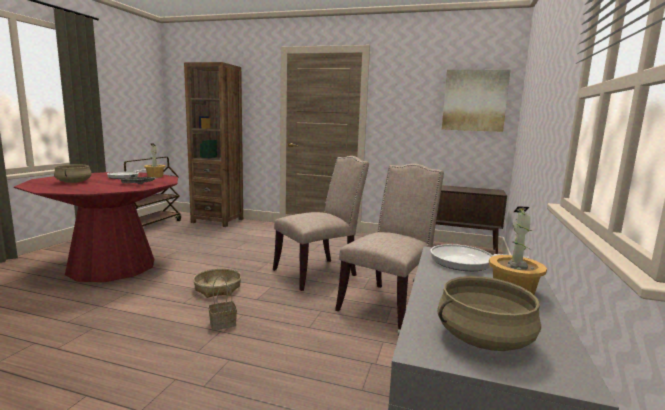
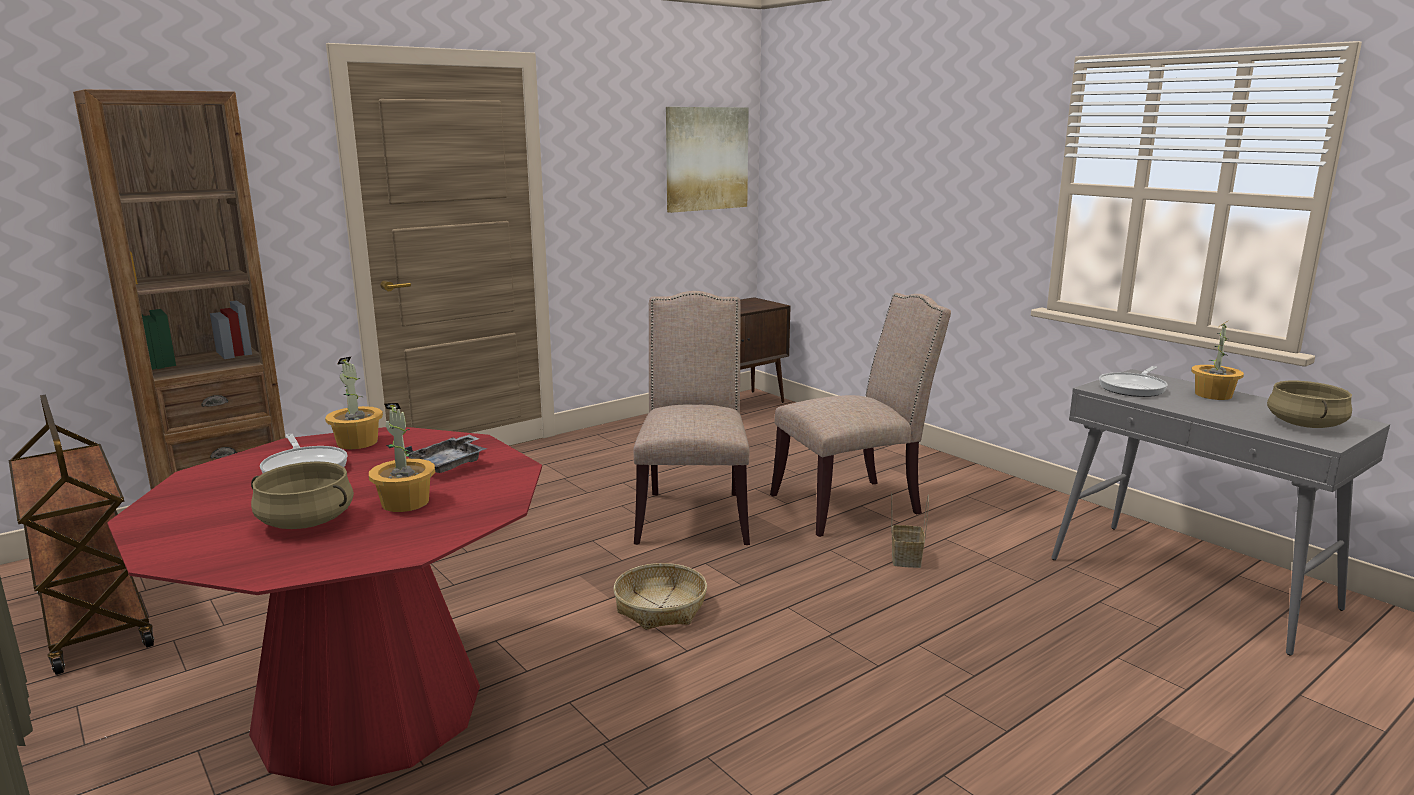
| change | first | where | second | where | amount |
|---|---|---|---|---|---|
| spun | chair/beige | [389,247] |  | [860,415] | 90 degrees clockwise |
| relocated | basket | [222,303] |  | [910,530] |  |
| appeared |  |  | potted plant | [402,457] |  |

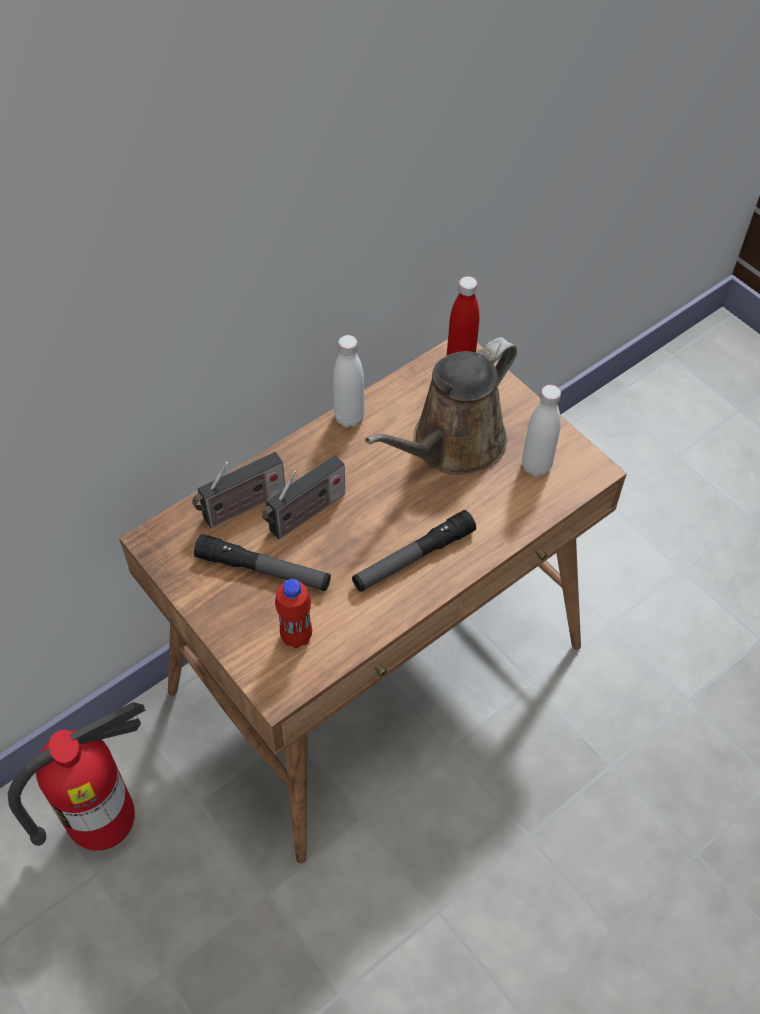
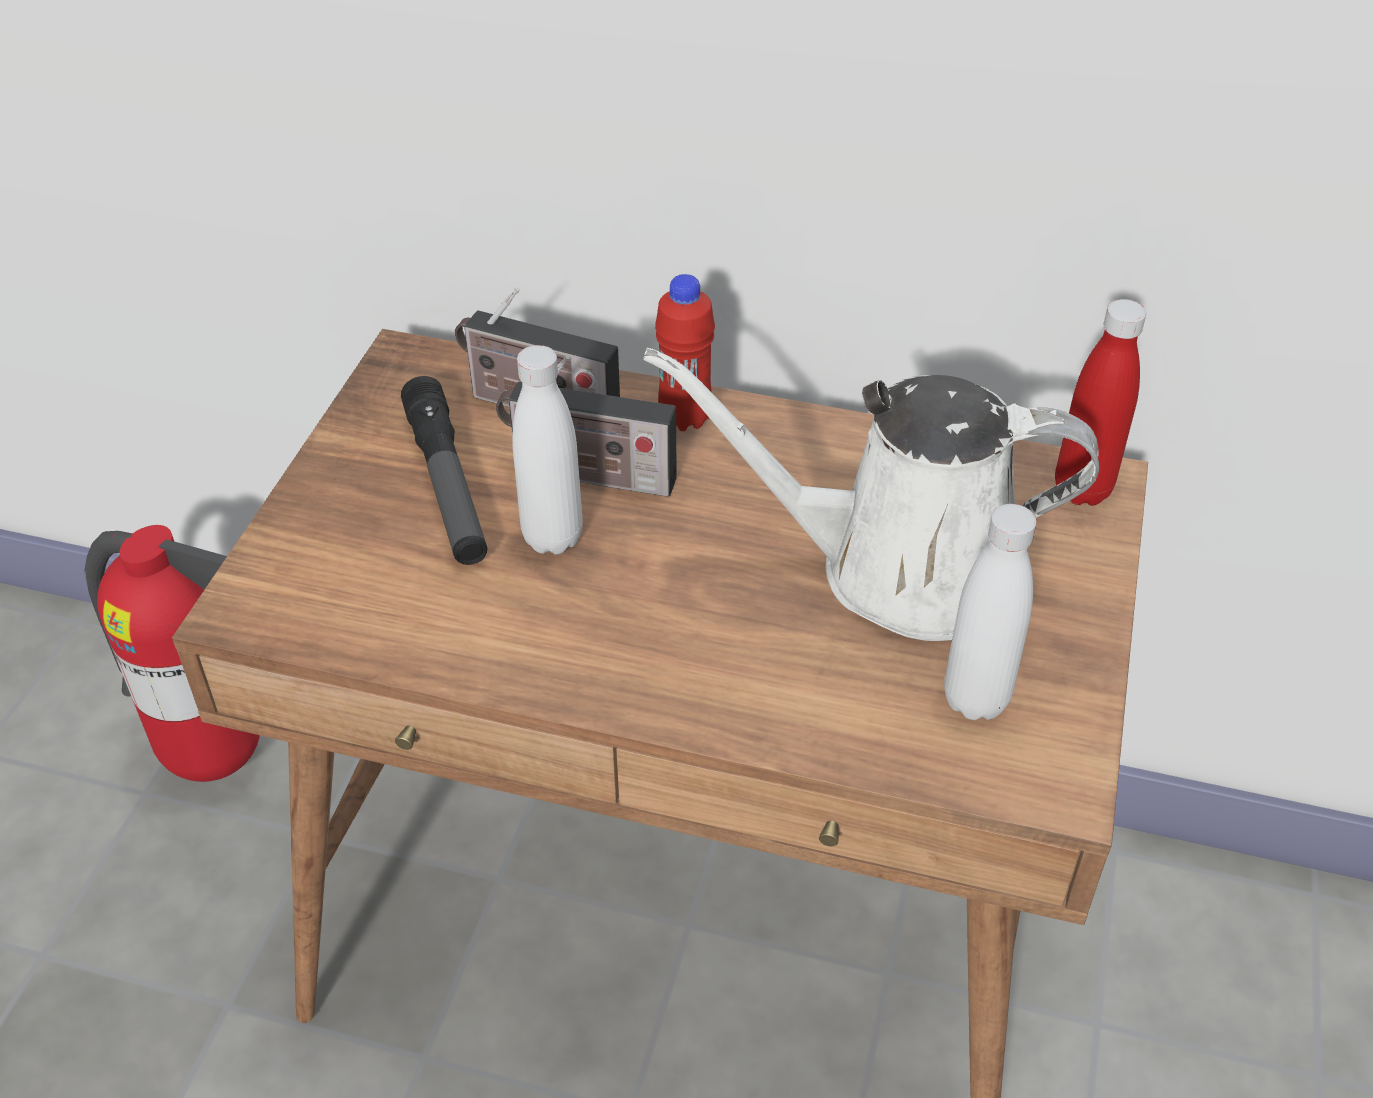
| change | first | where | second | where | amount |
|---|---|---|---|---|---|
| relocated | bottle/white | [348,381] |  | [547,449] |  |
| colour | watering can/brown | [441,406] | watering can/white | [871,494] |  |
| missing | flashlight | [414,551] |  |  |  |
| relocated | bottle/red | [293,613] |  | [685,352] |  |

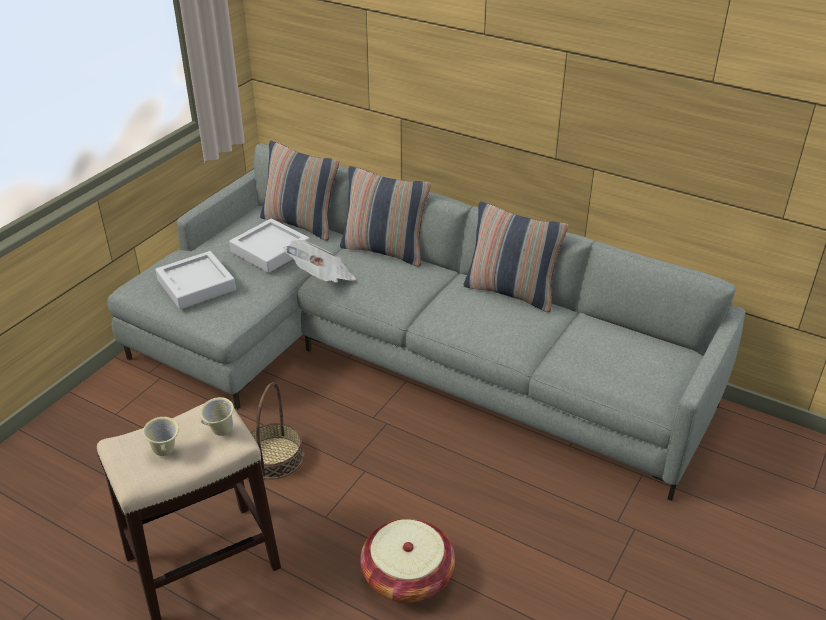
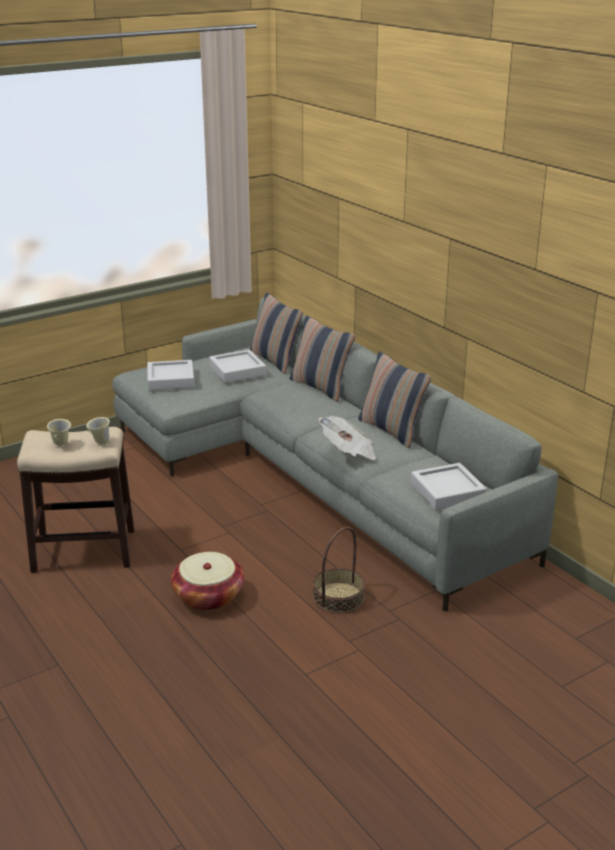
| change | first | where | second | where | amount |
|---|---|---|---|---|---|
| relocated | newspaper | [319,261] |  | [347,438] |  |
| relocated | basket | [276,430] |  | [339,570] |  |
| appeared |  |  | tray/grey | [449,486] |  |

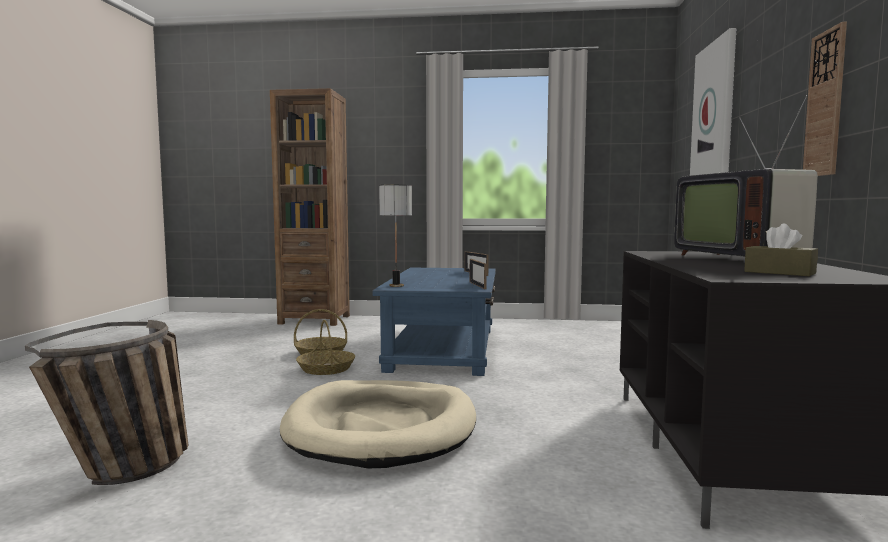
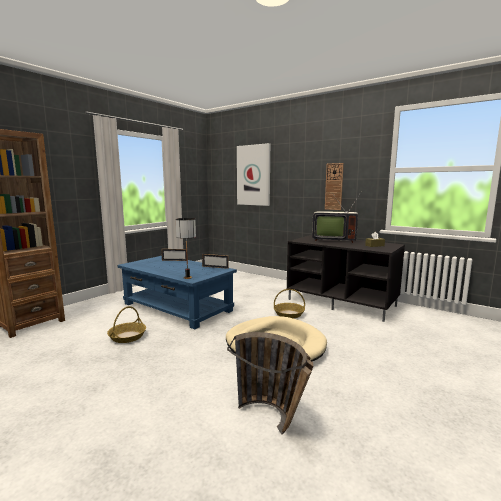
| change | first | where | second | where | amount |
|---|---|---|---|---|---|
| relocated | basket | [325,347] |  | [289,304] |  |

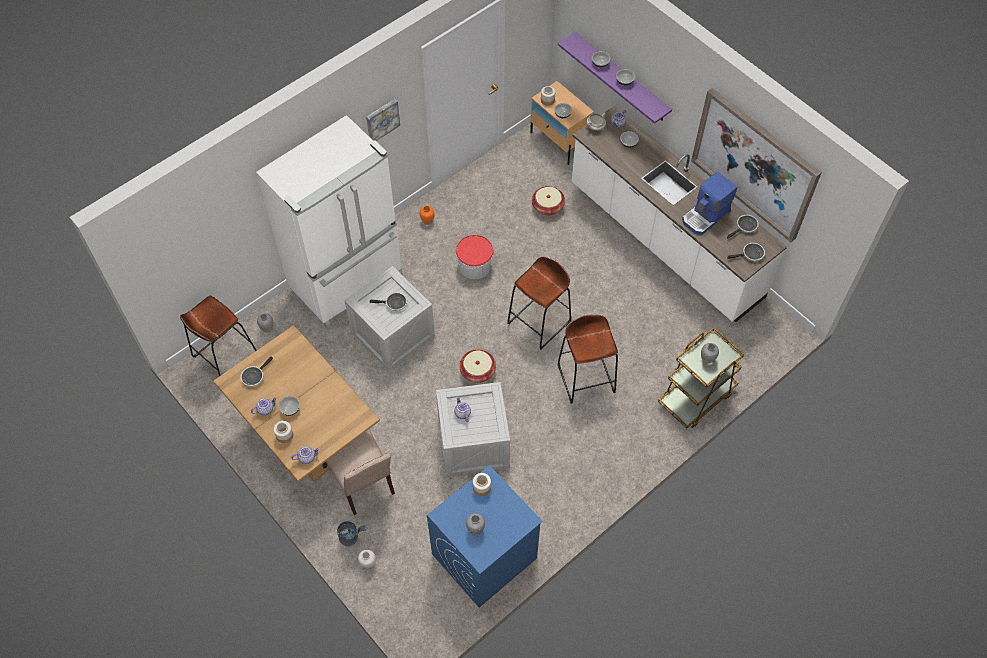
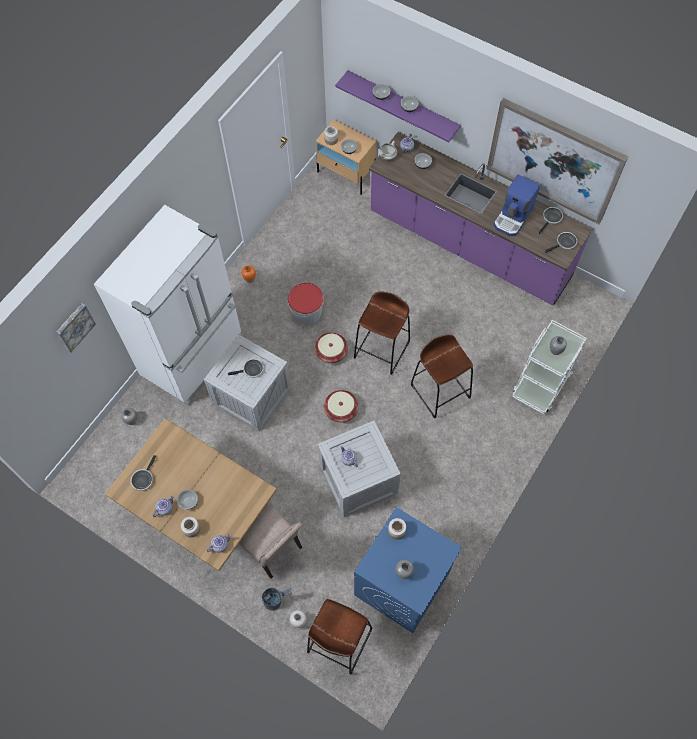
| change | first | where | second | where | amount |
|---|---|---|---|---|---|
| relocated | picture | [383,120] |  | [76,327] |  |
| colour | counter/white | [679,213] | counter/purple | [481,218] |  |
| relocated | basket | [548,201] |  | [331,347] |  |
| relocated | stool/brown | [218,336] |  | [339,637] |  |
| colour | cart/brown | [701,378] | cart/white | [549,367] |  |

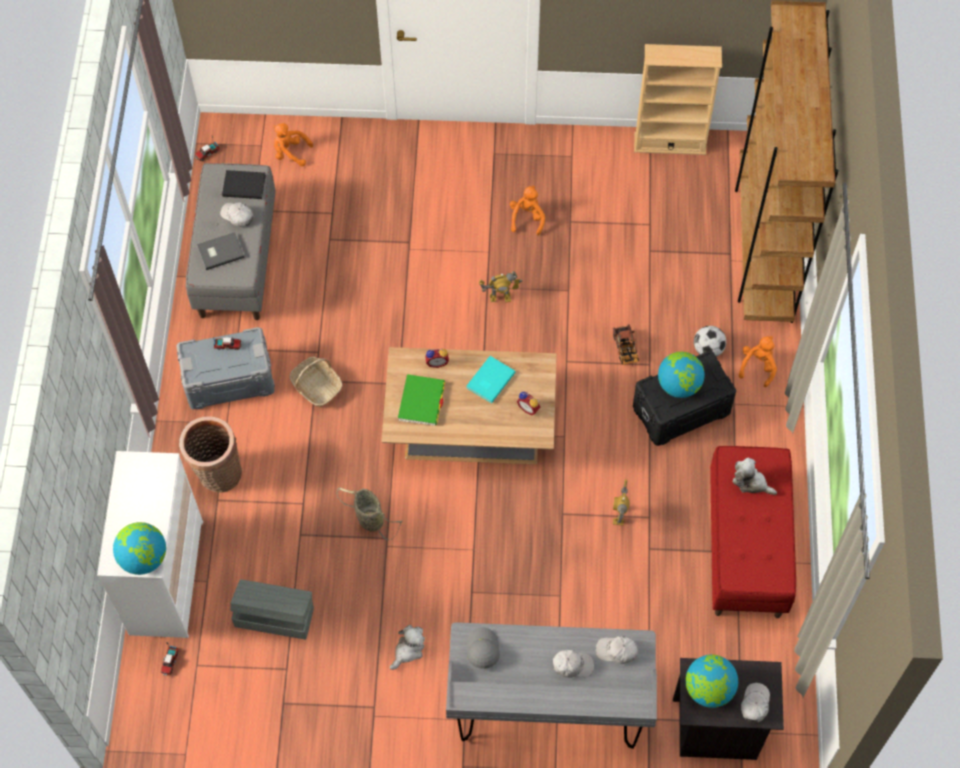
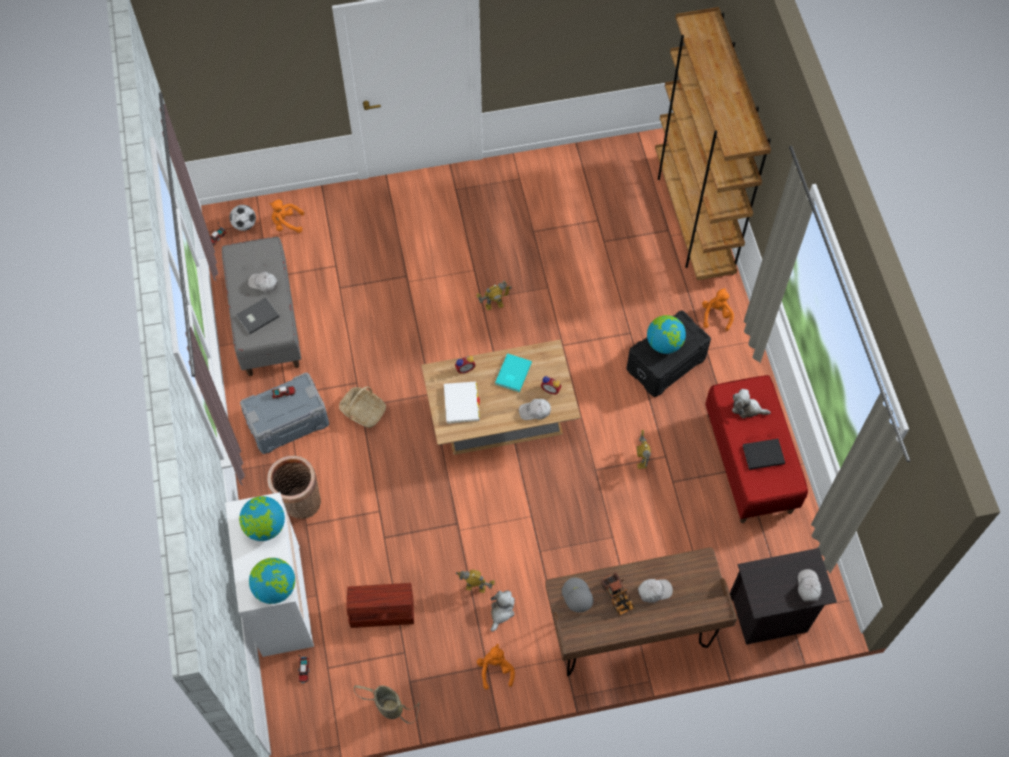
| change | first | where | second | where | amount |
|---|---|---|---|---|---|
| missing | bookcase/beige | [678,99] |  |  |  |
| relocated | book/black | [244,184] |  | [764,454] |  |
| relocated | plush toy/orange | [527,210] |  | [496,667] |  |
| relocated | toy truck | [626,345] |  | [617,594] |  |
| relocated | football | [710,341] |  | [243,218] |  |
| colour | book/green | [421,400] | book/white | [462,403] |  |
| relocated | basket | [369,514] |  | [386,704] |  |
| colour | storage box/grey | [272,609] | storage box/brown | [380,605] |  |
| colour | desk/grey | [551,685] | desk/brown | [641,611] |  |
| relocated | cap/white | [617,650] |  | [535,409] |  |
| relocated | globe | [712,681] |  | [262,518] |  |
| appeared |  |  | toy robot | [475,581] |  |

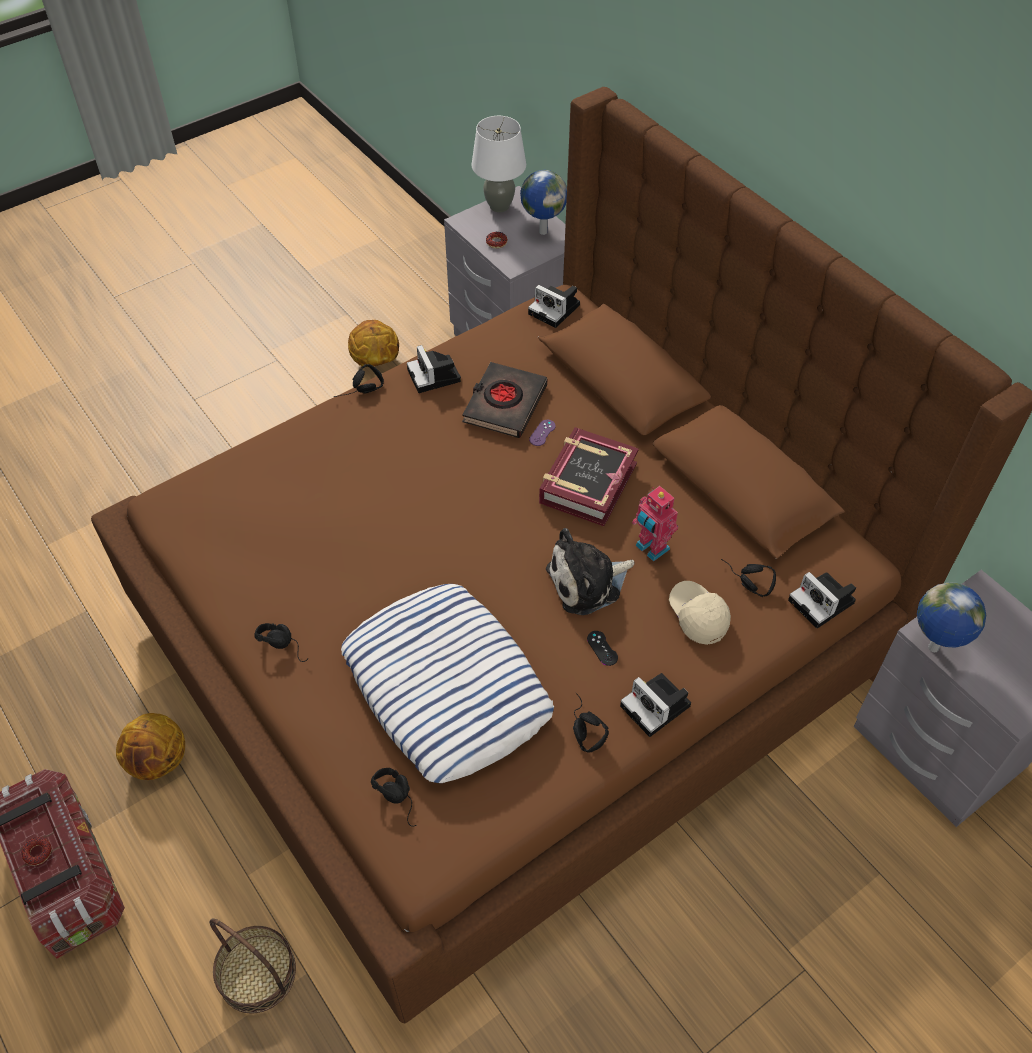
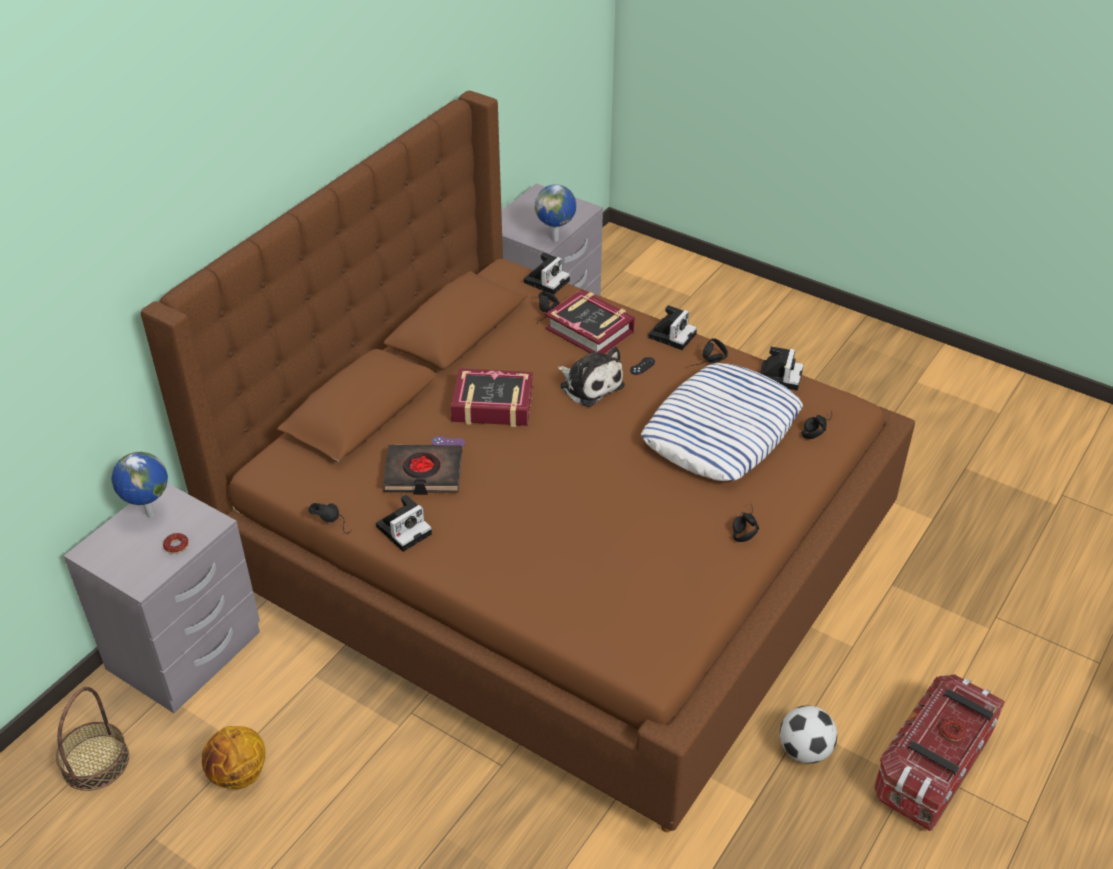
| change | first | where | second | where | amount |
|---|---|---|---|---|---|
| missing | table lamp/white | [498,164] |  |  |  |
| relocated | photo camera | [554,306] |  | [782,369] |  |
| relocated | headphones/black | [359,380] |  | [330,518] |  |
| missing | toy robot | [655,524] |  |  |  |
| exchanged | cap/beige | [700,613] | book | [590,321] |  |
| exchanged | basketball | [150,746] | football | [808,734] |  |
| relocated | basket | [252,965] |  | [92,739] |  |

